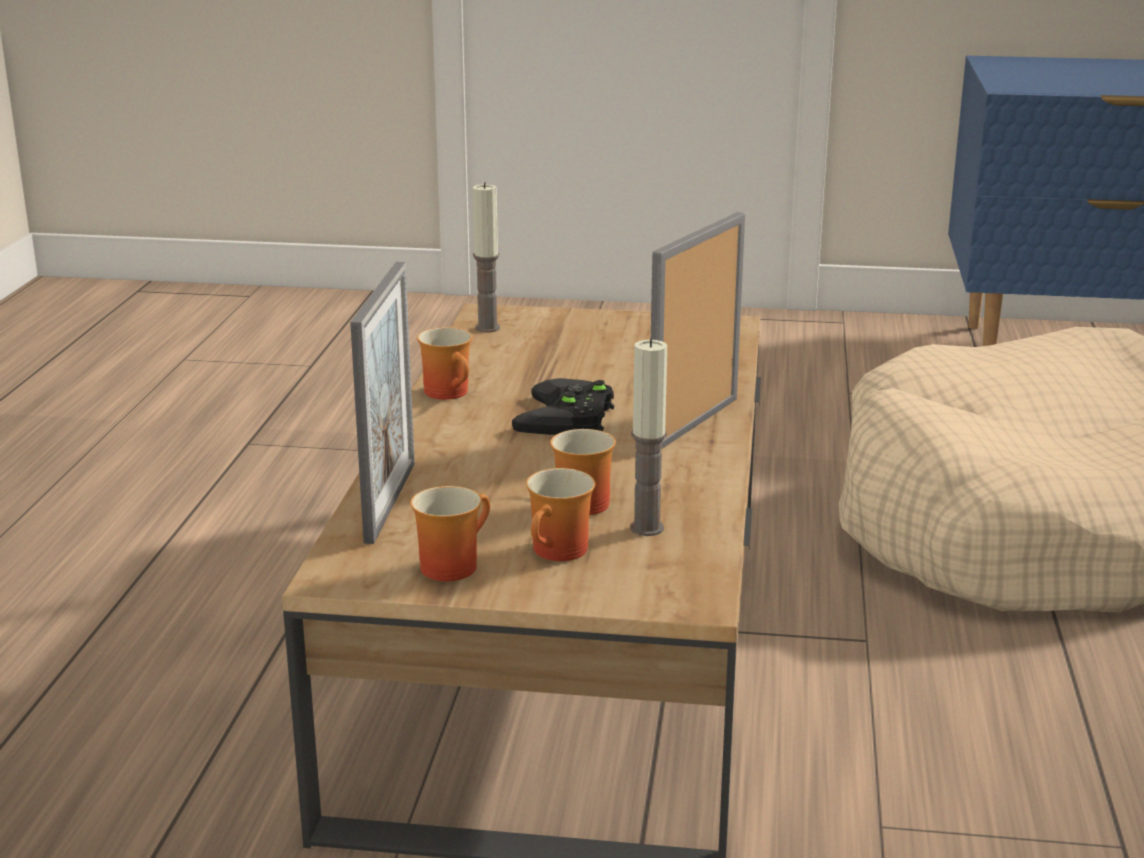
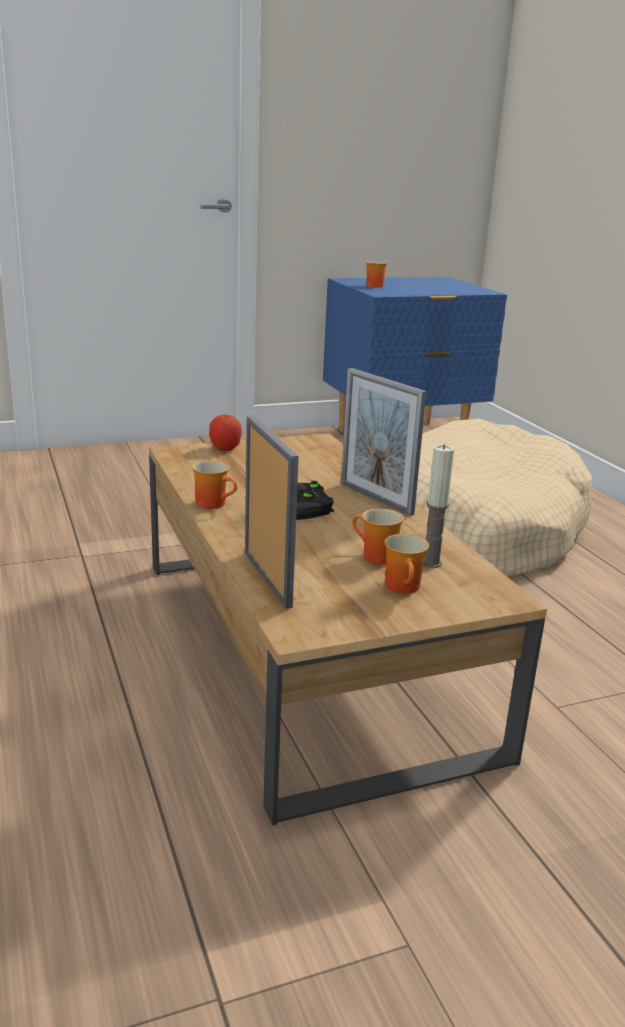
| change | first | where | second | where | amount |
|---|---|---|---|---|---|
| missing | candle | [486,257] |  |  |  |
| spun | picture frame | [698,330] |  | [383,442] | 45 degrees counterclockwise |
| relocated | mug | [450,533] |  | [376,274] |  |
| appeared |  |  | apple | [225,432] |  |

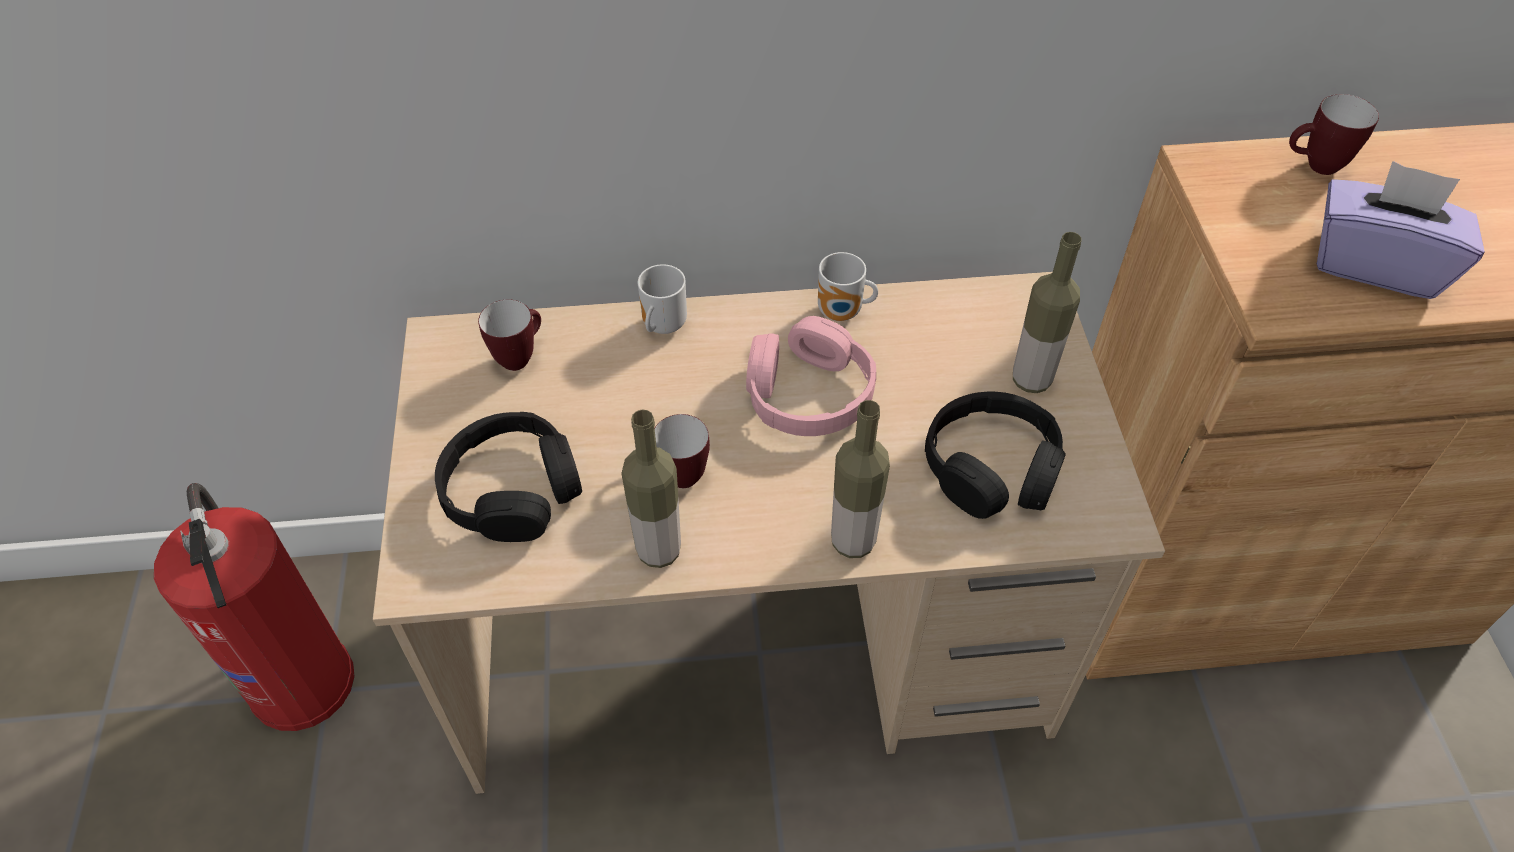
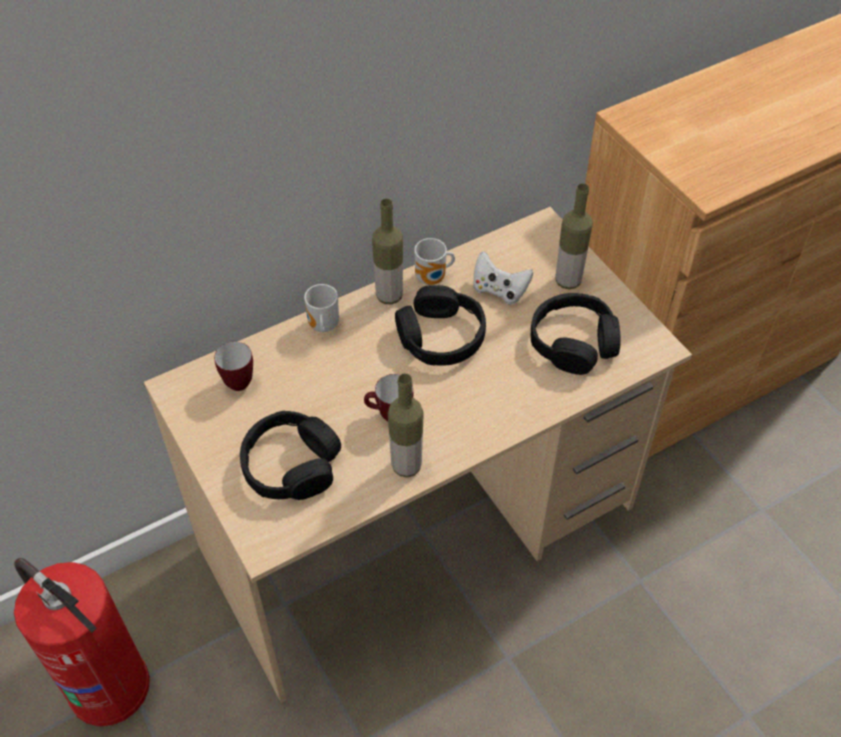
| change | first | where | second | where | amount |
|---|---|---|---|---|---|
| missing | mug | [1334,134] |  |  |  |
| missing | tissue box/purple | [1401,230] |  |  |  |
| colour | headphones/pink | [811,376] | headphones/black | [440,325] |  |
| relocated | bottle | [860,479] |  | [387,251] |  |
| appeared |  |  | game controller/white | [503,278] |  |

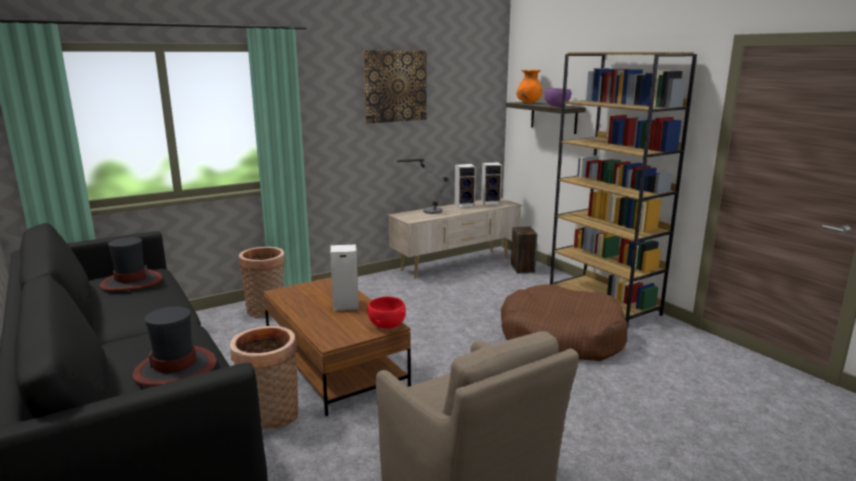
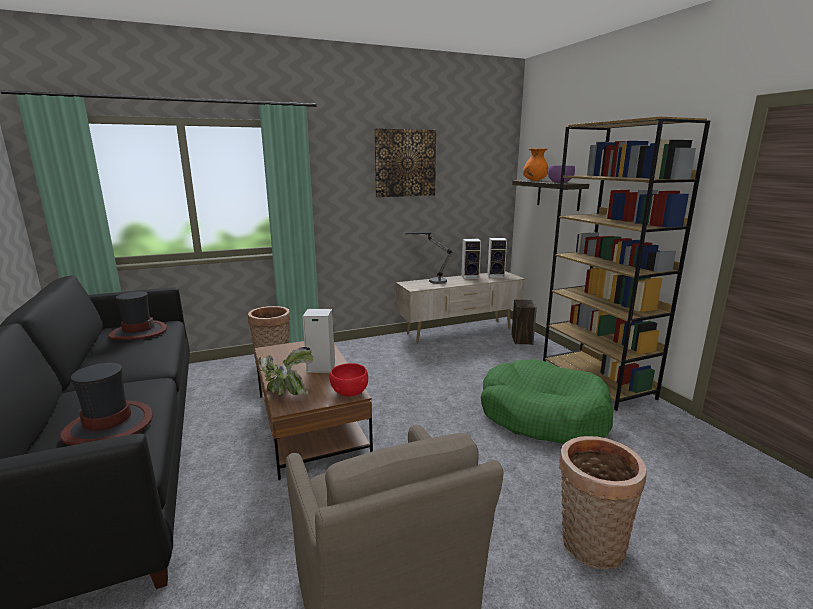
| change | first | where | second | where | amount |
|---|---|---|---|---|---|
| colour | dog bed/brown | [564,322] | dog bed/green | [547,401] |  |
| relocated | basket | [264,378] |  | [603,502] |  |
| appeared |  |  | potted plant | [285,371] |  |

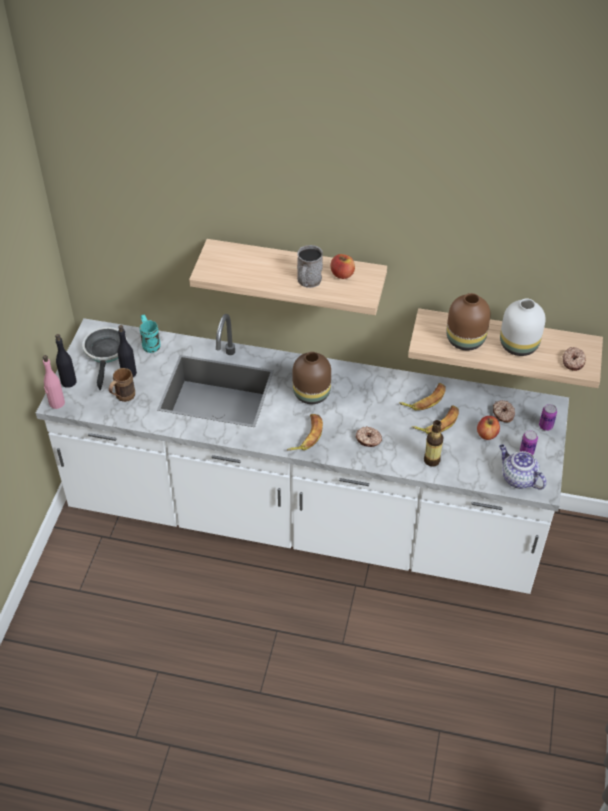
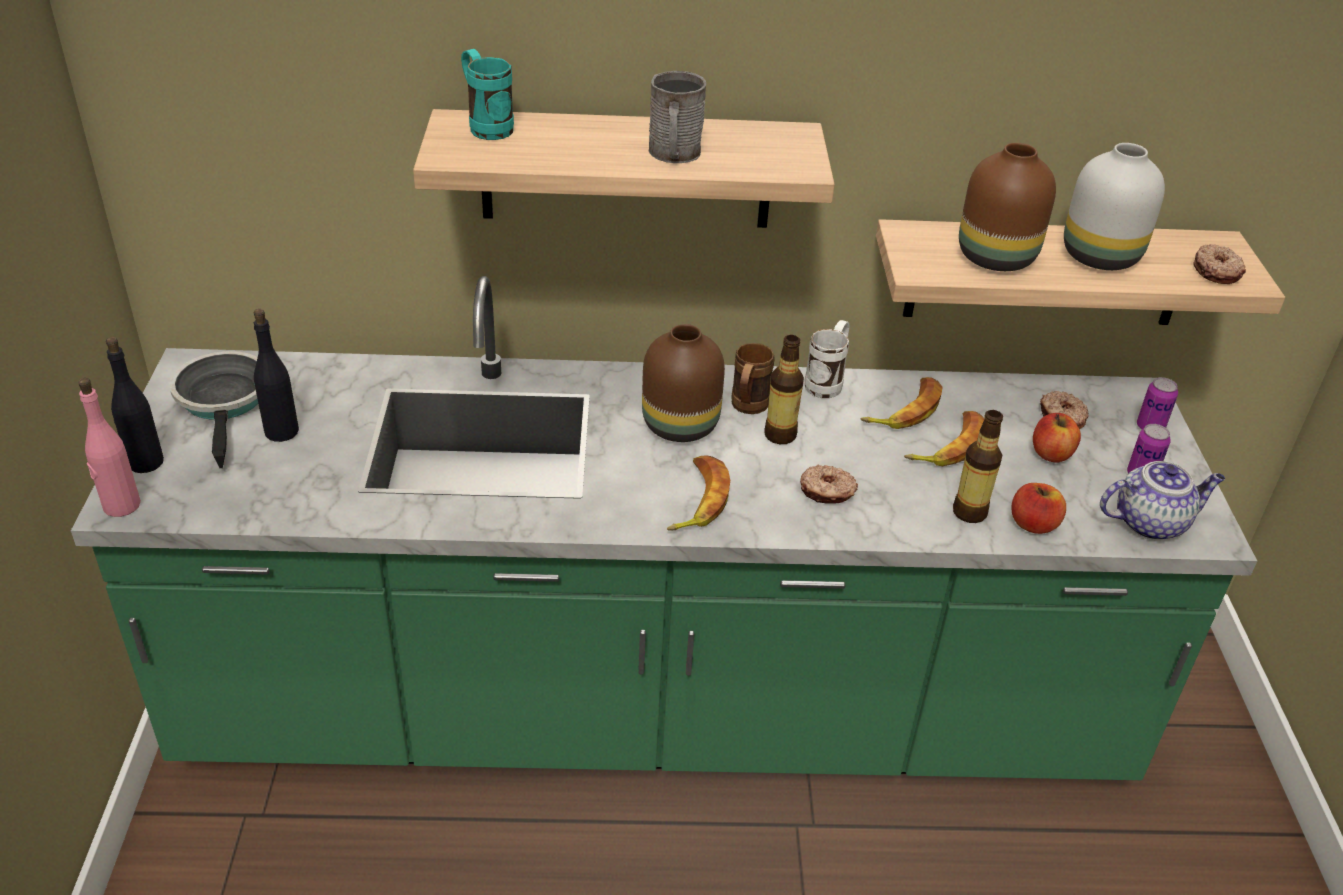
| change | first | where | second | where | amount |
|---|---|---|---|---|---|
| relocated | apple | [342,266] |  | [1038,508] |  |
| colour | counter/white | [302,454] | counter/green | [664,528] |  |
| relocated | mug/turquoise | [150,333] |  | [487,94] |  |
| relocated | mug/brown | [122,385] |  | [753,378] |  |
| spun | teapot | [523,467] |  | [1162,500] | 135 degrees clockwise |
| appeared |  |  | mug/white | [827,359] |  |
| appeared |  |  | bottle | [784,389] |  |

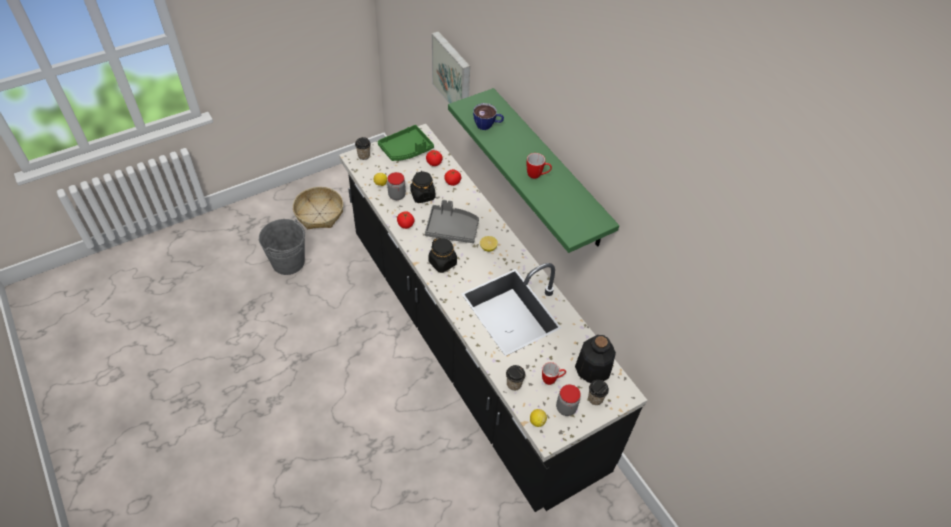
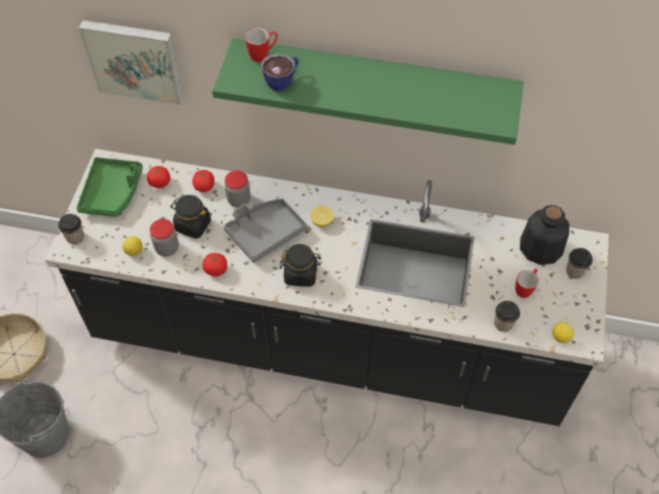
| change | first | where | second | where | amount |
|---|---|---|---|---|---|
| relocated | mug | [539,166] |  | [261,45] |  |
| relocated | jar | [568,400] |  | [238,189] |  |

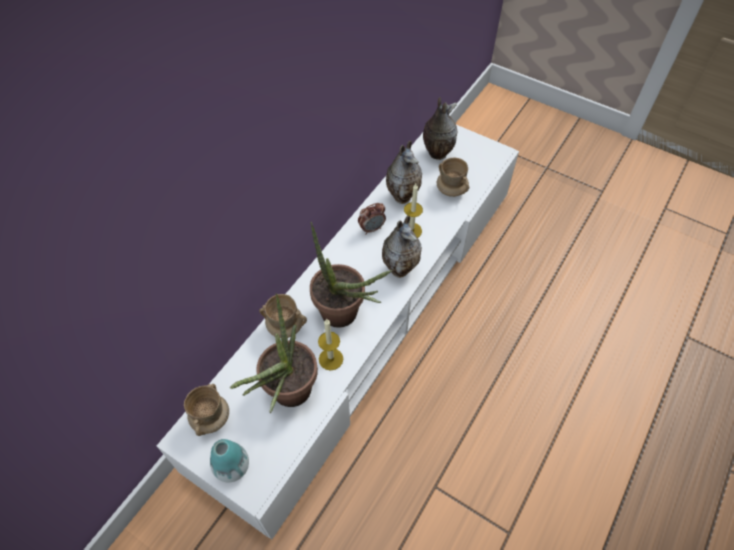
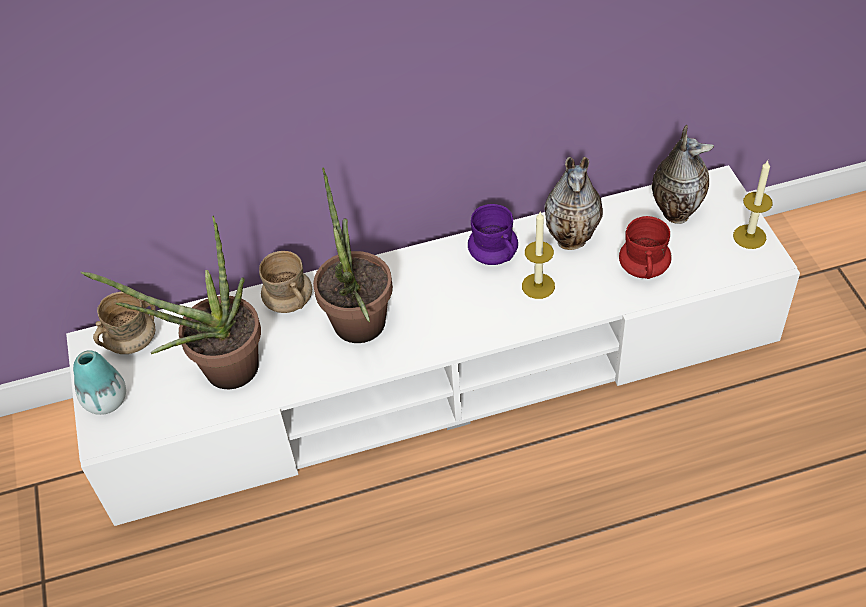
| change | first | where | second | where | amount |
|---|---|---|---|---|---|
| colour | mug/beige | [453,177] | mug/red | [645,247] |  |
| exchanged | alarm clock | [372,218] | mug/purple | [493,234] |  |
| missing | vase | [402,247] |  |  |  |
| relocated | candle | [330,344] |  | [753,204] |  |

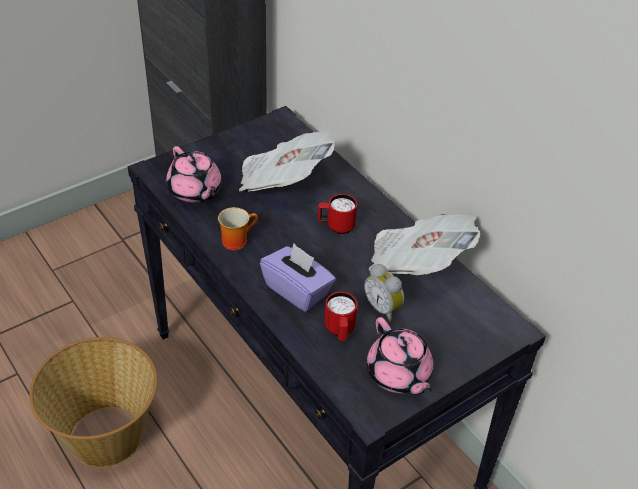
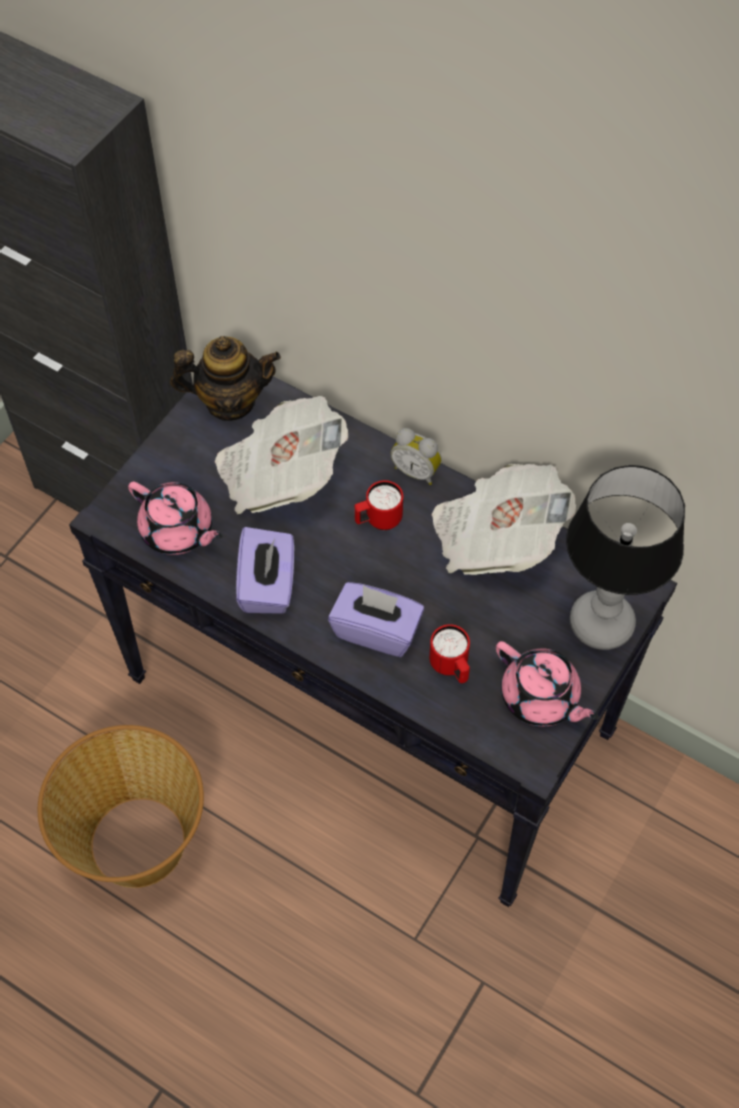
| change | first | where | second | where | amount |
|---|---|---|---|---|---|
| exchanged | mug | [238,228] | tissue box/purple | [265,570] |  |
| relocated | alarm clock | [384,293] |  | [416,456] |  |
| appeared |  |  | teapot | [225,378] |  |
| appeared |  |  | table lamp | [625,557] |  |

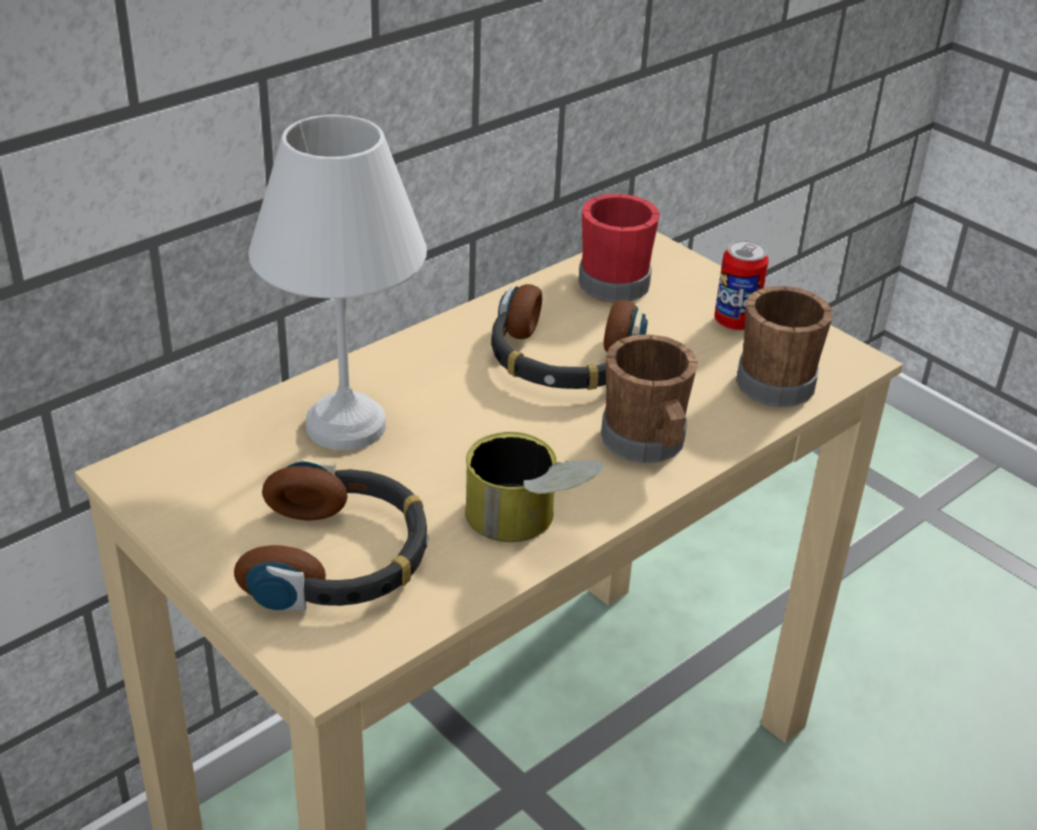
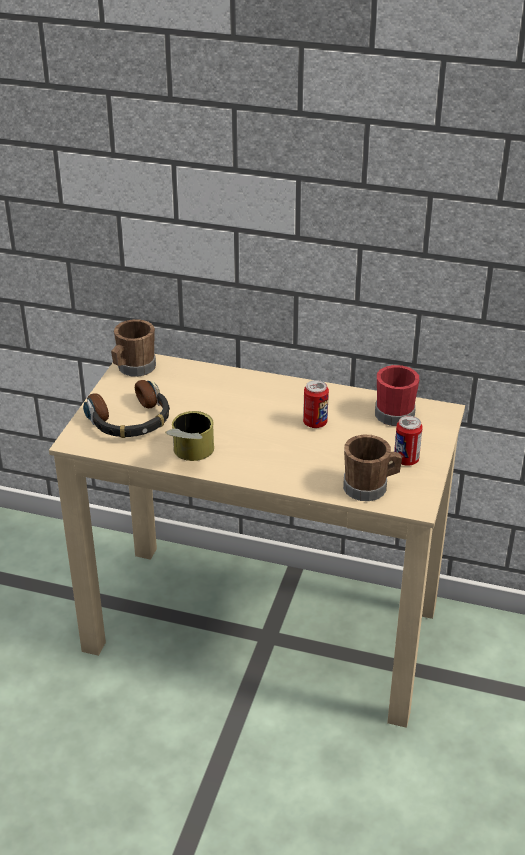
| change | first | where | second | where | amount |
|---|---|---|---|---|---|
| missing | table lamp/white | [338,282] |  |  |  |
| exchanged | headphones | [569,337] | can | [316,404] |  |
| relocated | mug/brown | [649,398] |  | [133,348] |  |

